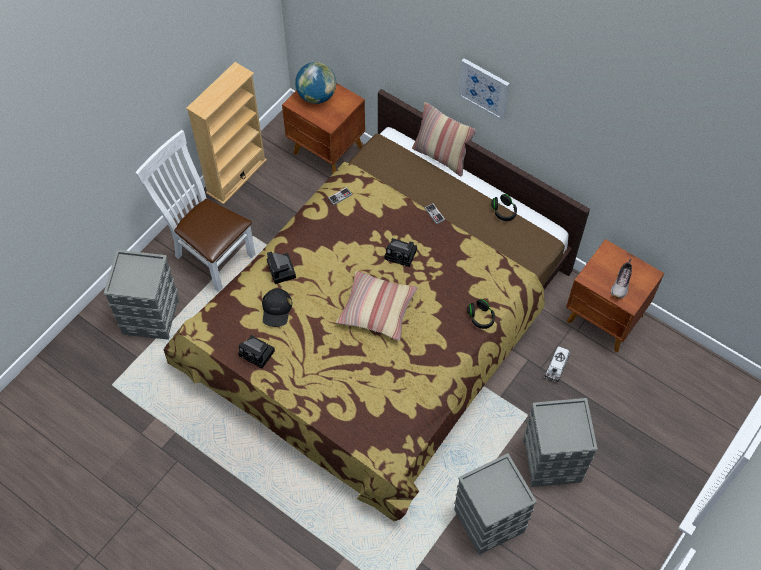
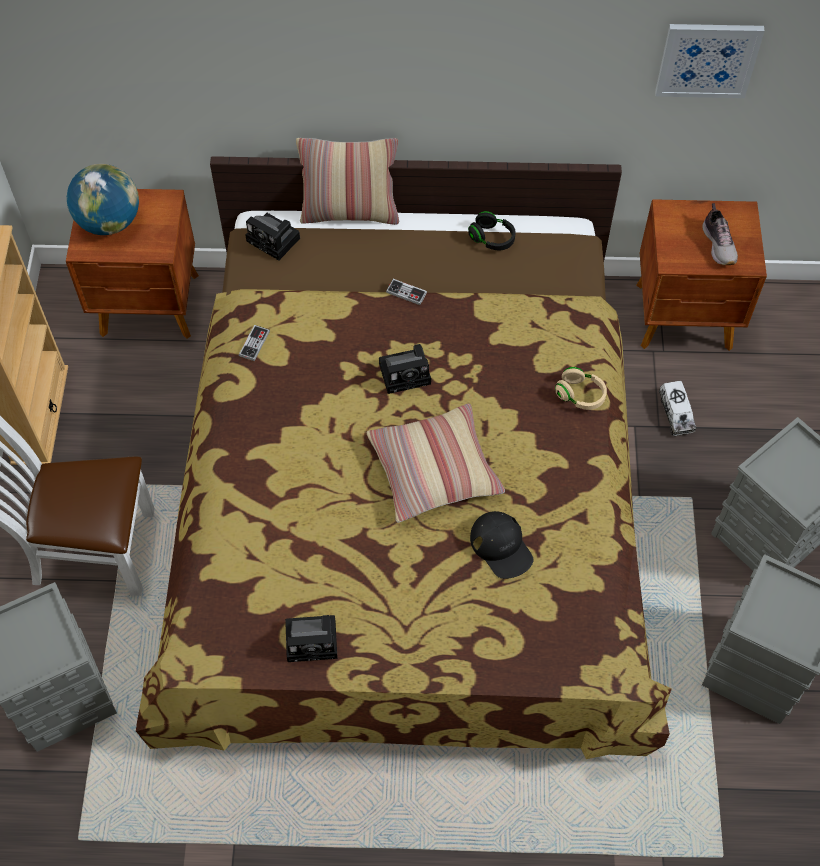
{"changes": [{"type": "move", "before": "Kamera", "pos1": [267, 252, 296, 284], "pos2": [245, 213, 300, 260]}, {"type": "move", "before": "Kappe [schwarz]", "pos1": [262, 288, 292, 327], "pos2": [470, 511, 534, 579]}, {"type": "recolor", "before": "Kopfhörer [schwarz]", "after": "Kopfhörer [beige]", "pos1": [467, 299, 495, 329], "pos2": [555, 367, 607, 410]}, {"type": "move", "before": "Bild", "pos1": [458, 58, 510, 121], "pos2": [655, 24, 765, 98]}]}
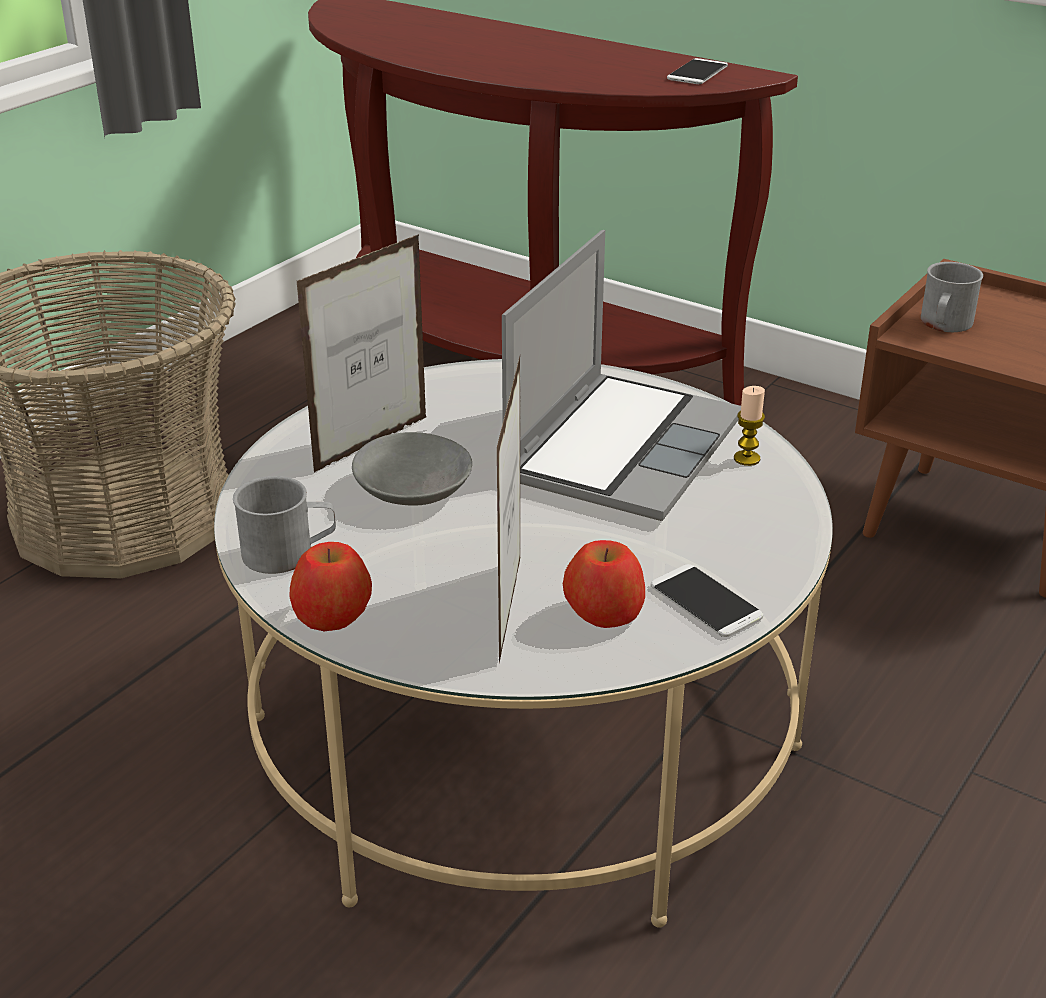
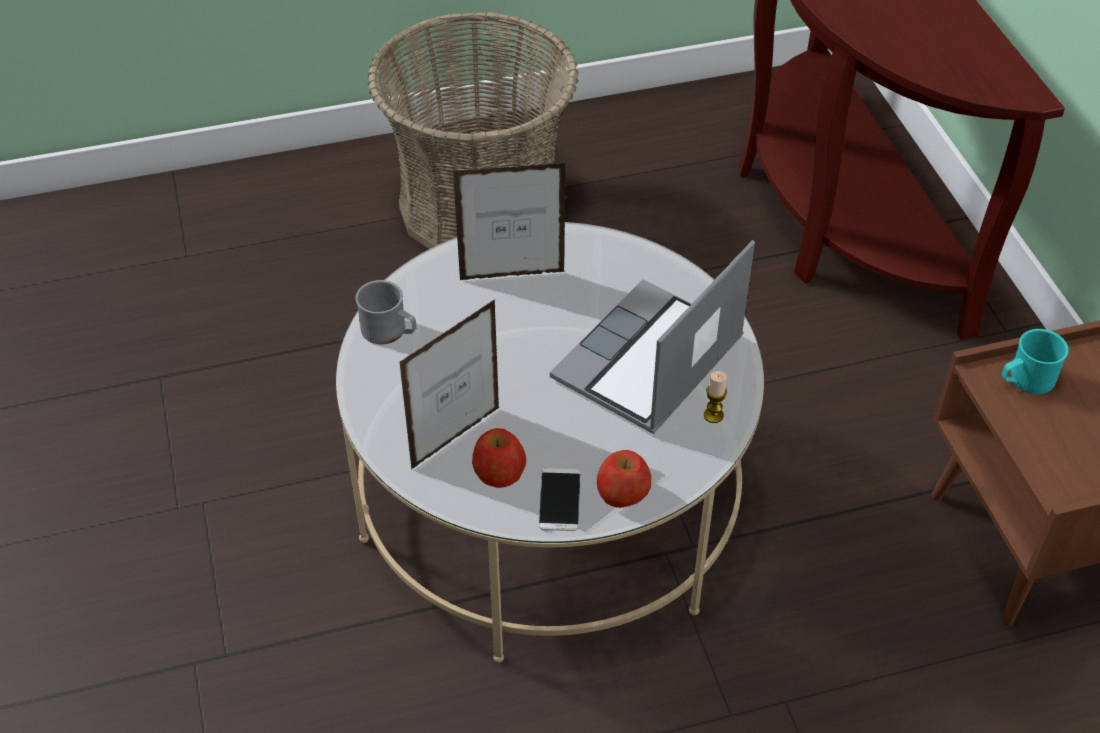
{"changes": [{"type": "rotate", "before": "Laptop", "pos1": [502, 230, 741, 521], "pos2": [550, 240, 755, 434], "turn": 150}, {"type": "move", "before": "Apfel", "pos1": [290, 542, 372, 631], "pos2": [597, 450, 651, 508]}, {"type": "recolor", "before": "Henkelbecher [grau]", "after": "Henkelbecher [türkis]", "pos1": [921, 262, 983, 332], "pos2": [1001, 329, 1069, 394]}, {"type": "delete", "before": "Schüssel [grau]", "pos1": [352, 432, 472, 506]}, {"type": "delete", "before": "Handy", "pos1": [667, 58, 728, 84]}]}
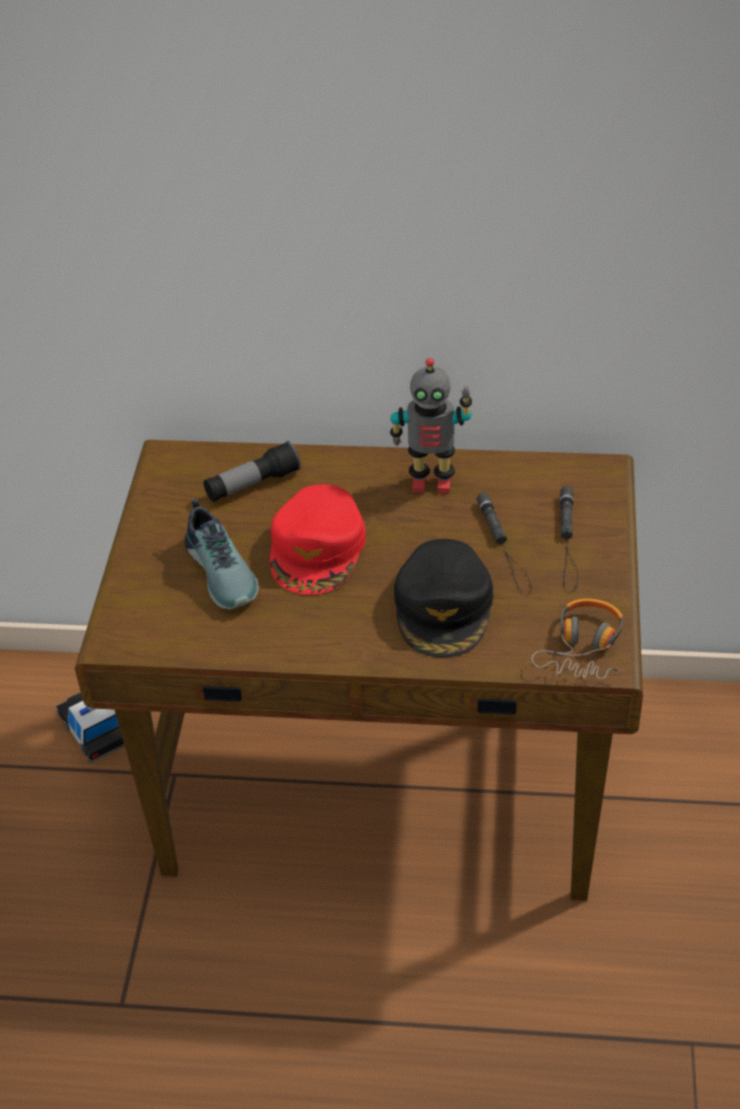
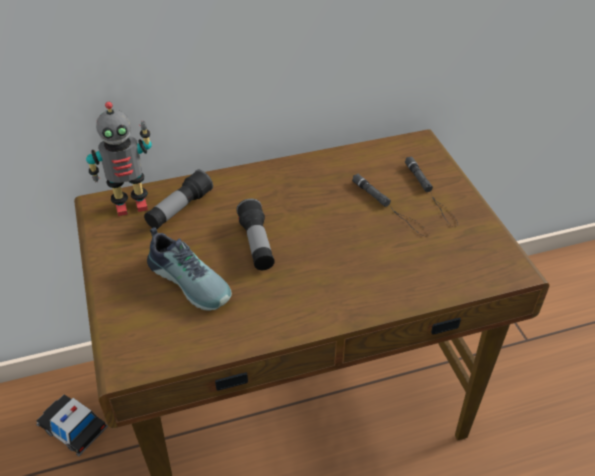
{"changes": [{"type": "move", "before": "Spielzeugroboter", "pos1": [390, 358, 472, 493], "pos2": [86, 102, 152, 216]}, {"type": "replace", "before": "Kappe [rot]", "after": "Taschenlampe", "pos1": [270, 484, 366, 595], "pos2": [236, 199, 275, 270]}, {"type": "delete", "before": "Kappe [schwarz]", "pos1": [394, 539, 493, 658]}, {"type": "delete", "before": "Kopfhörer", "pos1": [532, 598, 624, 679]}]}
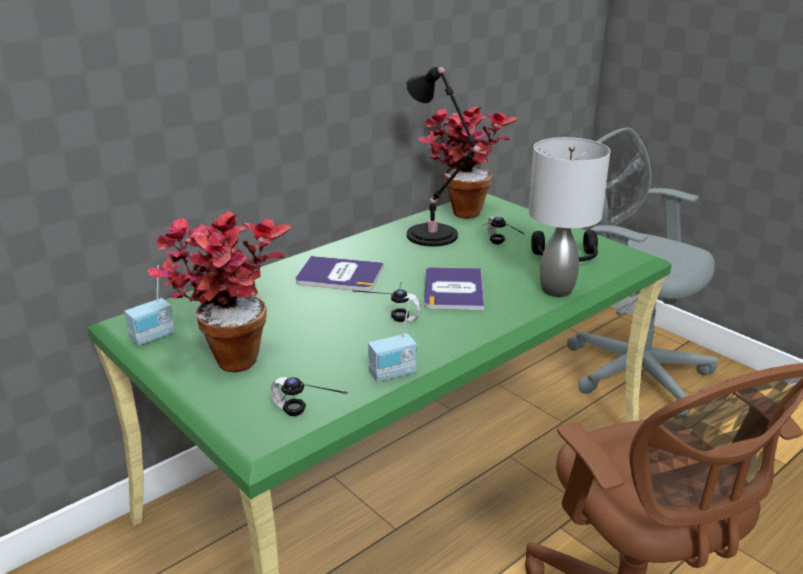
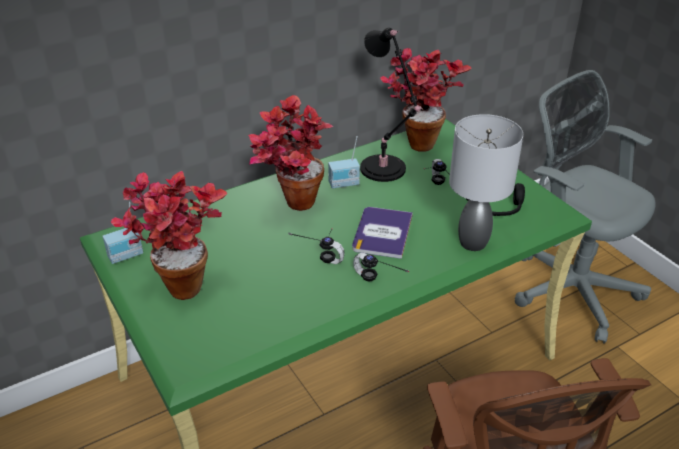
{"changes": [{"type": "replace", "before": "Buch", "after": "Topfpflanze", "pos1": [296, 256, 384, 291], "pos2": [248, 95, 333, 211]}, {"type": "move", "before": "Radio", "pos1": [368, 299, 417, 382], "pos2": [328, 136, 360, 188]}, {"type": "move", "before": "Kopfhörer", "pos1": [271, 377, 348, 416], "pos2": [353, 252, 409, 282]}]}
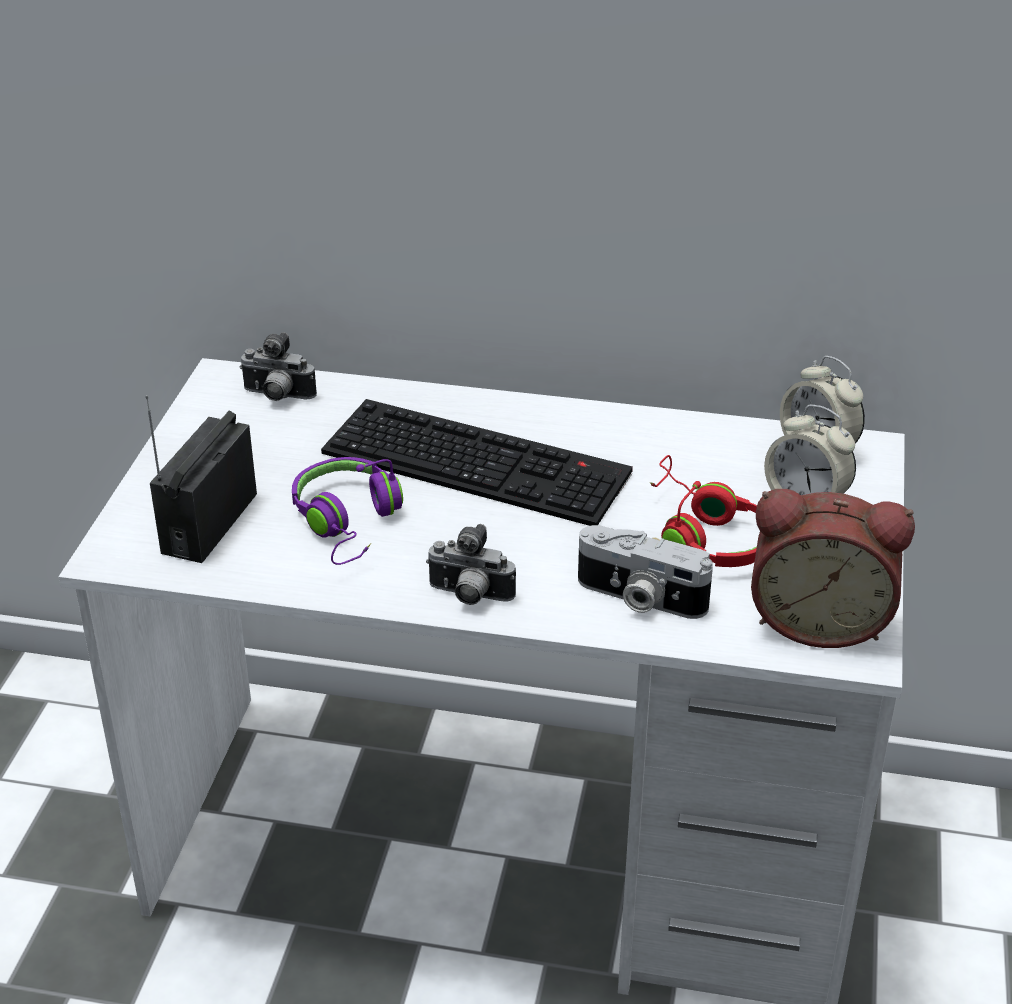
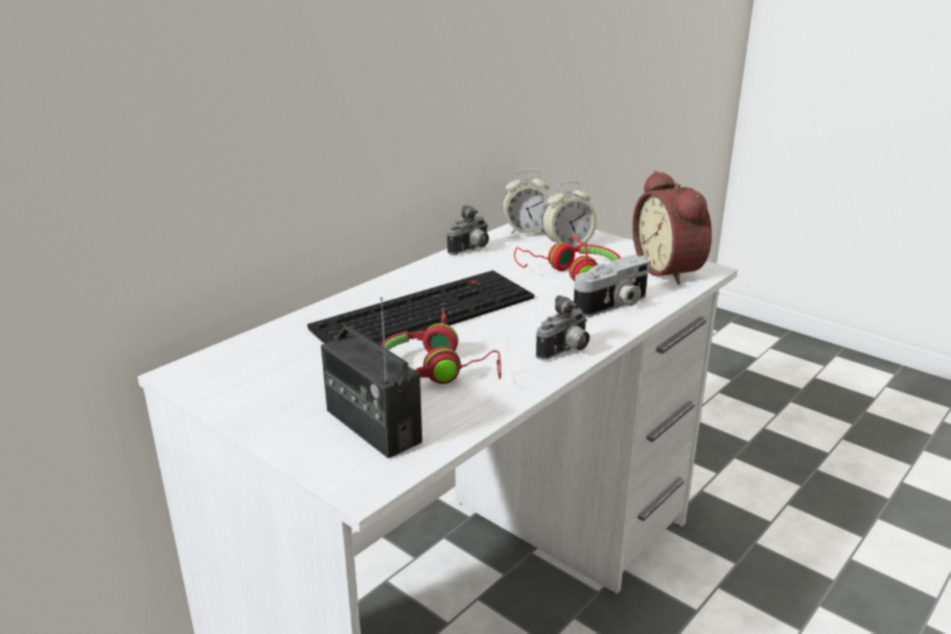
{"changes": [{"type": "recolor", "before": "Kopfhörer [lila]", "after": "Kopfhörer [rot]", "pos1": [292, 457, 403, 565], "pos2": [381, 309, 501, 384]}, {"type": "move", "before": "Kamera", "pos1": [240, 332, 317, 401], "pos2": [447, 205, 489, 255]}, {"type": "rotate", "before": "Wecker", "pos1": [751, 489, 915, 648], "pos2": [632, 170, 712, 285], "turn": 120}]}
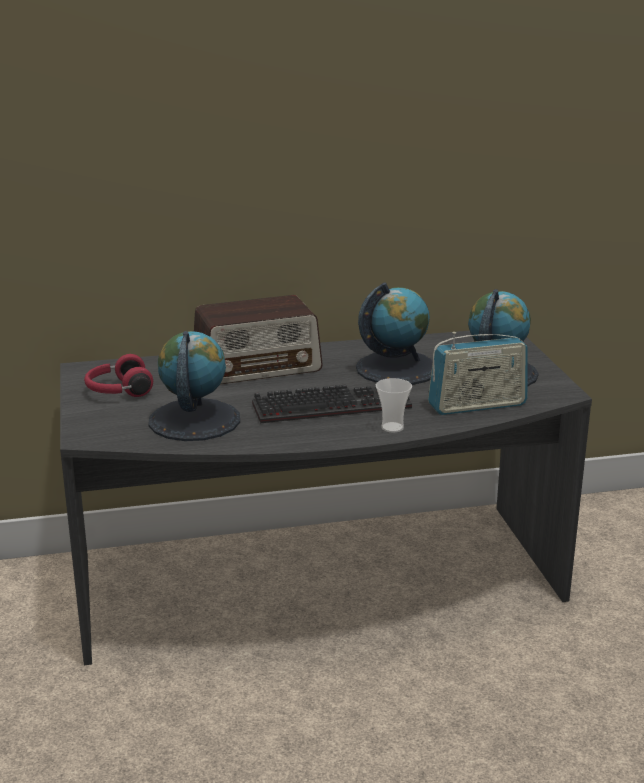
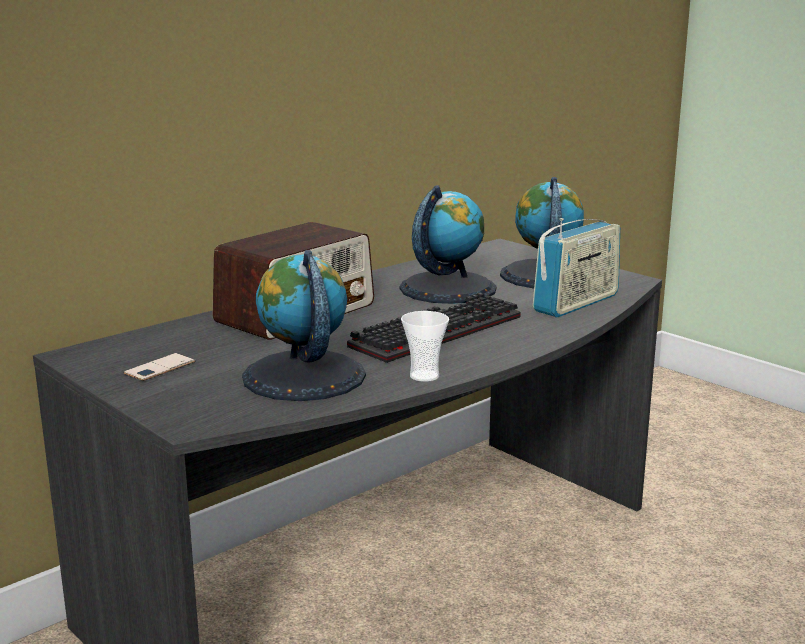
{"changes": [{"type": "replace", "before": "Kopfhörer [rot]", "after": "Handy", "pos1": [84, 354, 153, 397], "pos2": [124, 353, 196, 381]}, {"type": "move", "before": "Tasse", "pos1": [376, 378, 412, 433], "pos2": [401, 311, 449, 382]}]}
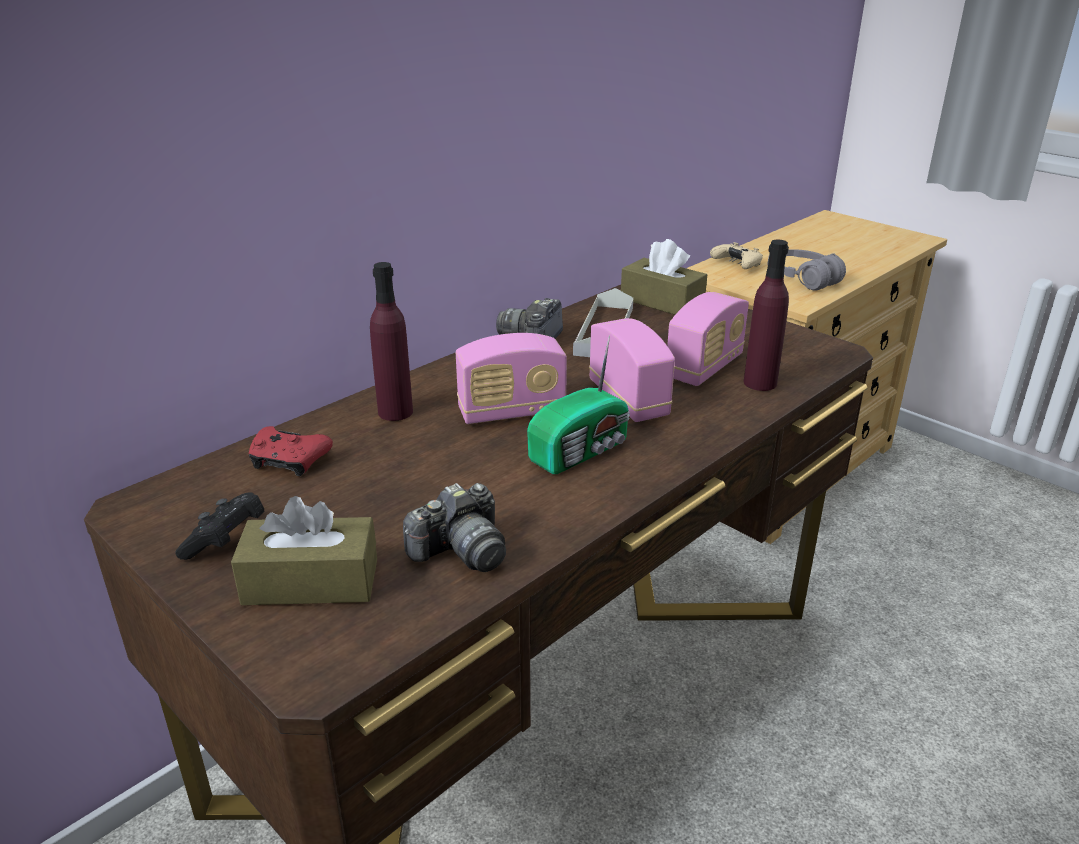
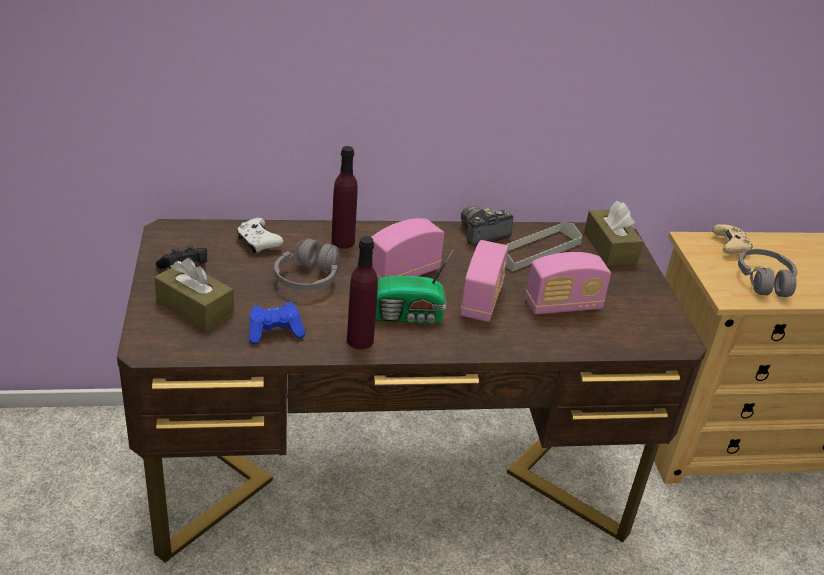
{"changes": [{"type": "recolor", "before": "Gamepad [rot]", "after": "Gamepad [weiß]", "pos1": [248, 426, 333, 476], "pos2": [237, 218, 284, 254]}, {"type": "replace", "before": "Kamera", "after": "Gamepad [blau]", "pos1": [403, 483, 506, 572], "pos2": [249, 302, 306, 344]}, {"type": "insert", "after": "Kopfhörer [grau]", "pos2": [274, 238, 340, 290]}, {"type": "move", "before": "Flasche [lila]", "pos1": [744, 240, 789, 391], "pos2": [347, 236, 378, 349]}, {"type": "rotate", "before": "Radio", "pos1": [456, 333, 567, 424], "pos2": [371, 218, 444, 279], "turn": 120}]}
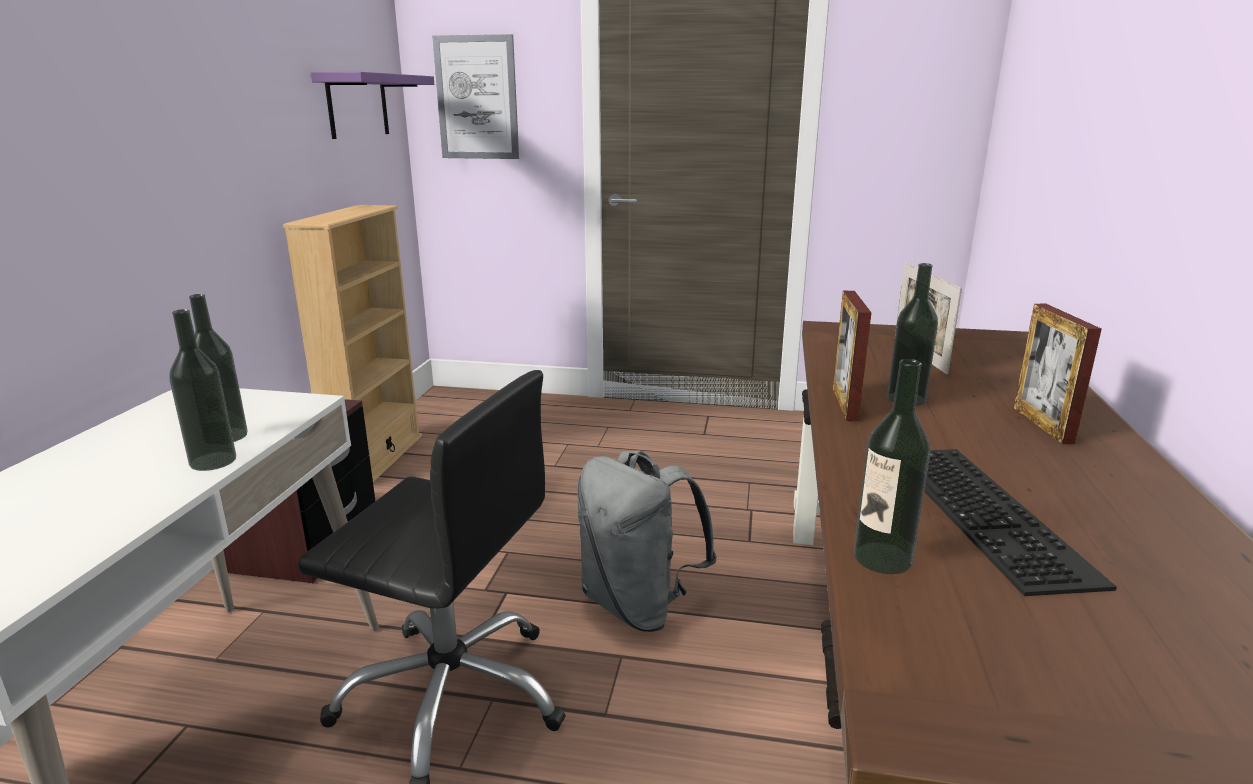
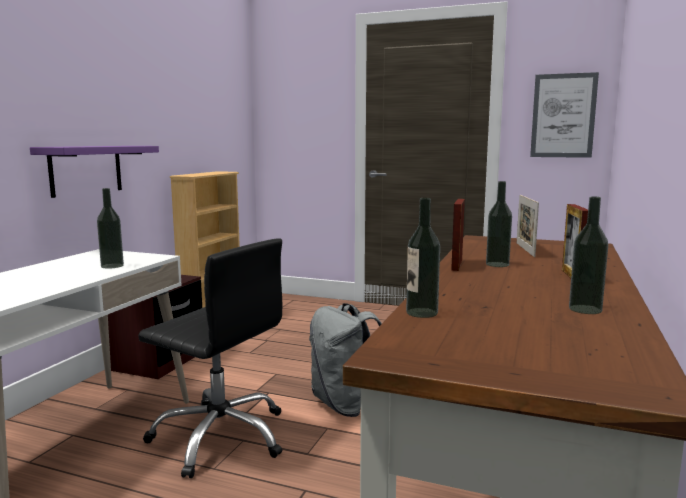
{"changes": [{"type": "move", "before": "Wandregal [lila]", "pos1": [311, 72, 434, 139], "pos2": [30, 146, 159, 198]}, {"type": "move", "before": "Bild", "pos1": [432, 34, 519, 159], "pos2": [530, 72, 599, 158]}, {"type": "move", "before": "Flasche", "pos1": [169, 309, 236, 471], "pos2": [569, 196, 608, 314]}, {"type": "delete", "before": "Tastatur", "pos1": [924, 449, 1117, 596]}]}
